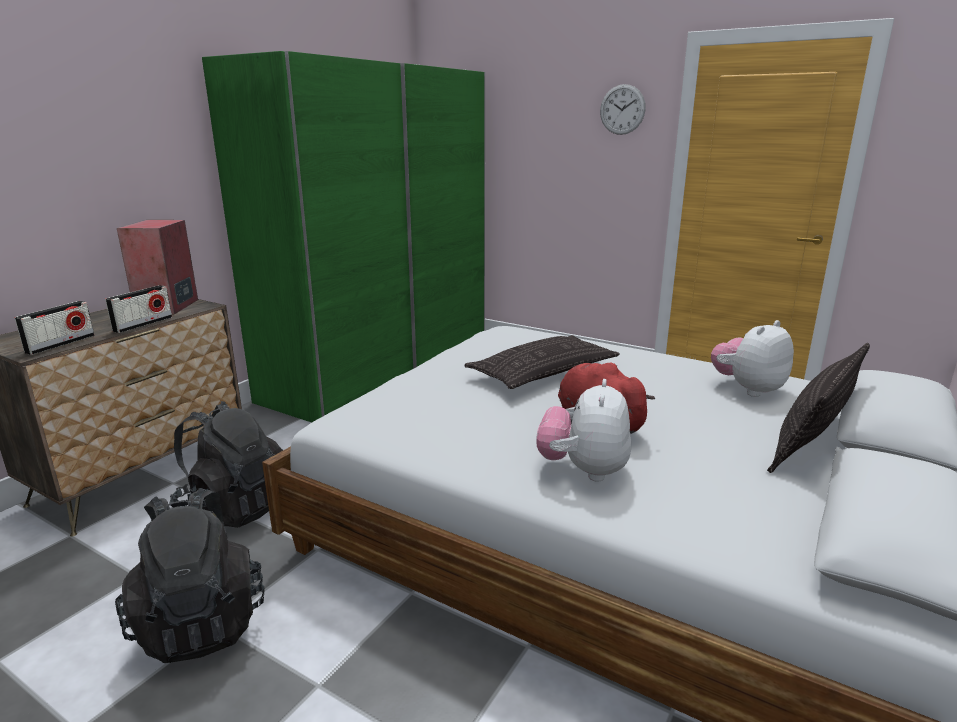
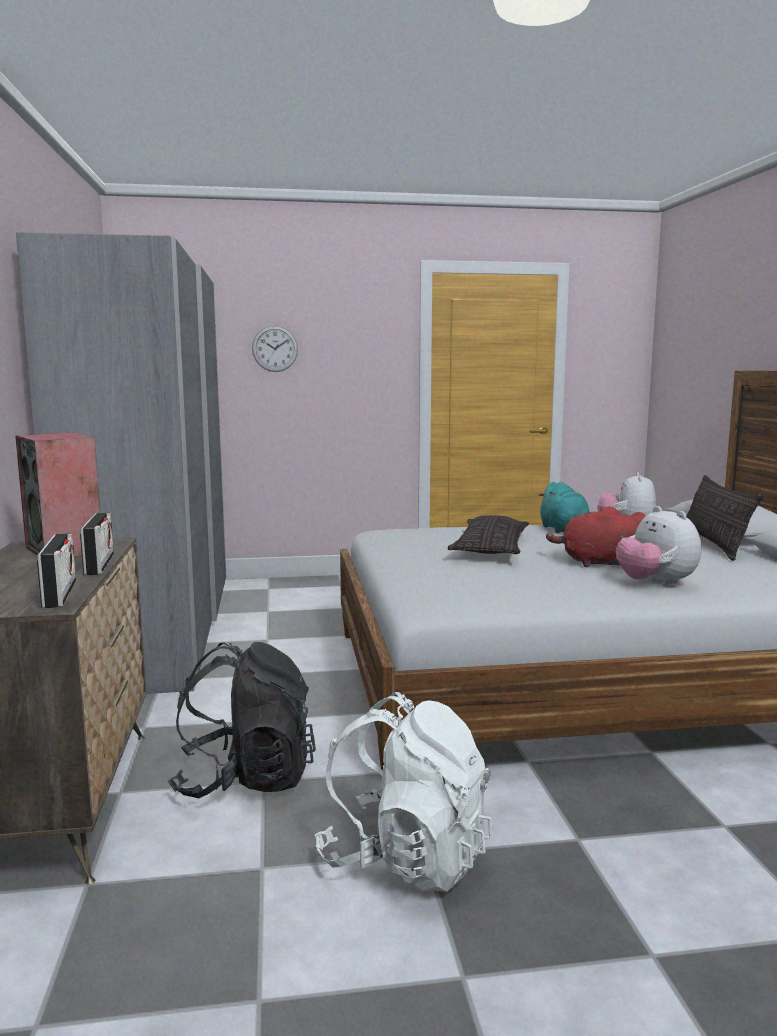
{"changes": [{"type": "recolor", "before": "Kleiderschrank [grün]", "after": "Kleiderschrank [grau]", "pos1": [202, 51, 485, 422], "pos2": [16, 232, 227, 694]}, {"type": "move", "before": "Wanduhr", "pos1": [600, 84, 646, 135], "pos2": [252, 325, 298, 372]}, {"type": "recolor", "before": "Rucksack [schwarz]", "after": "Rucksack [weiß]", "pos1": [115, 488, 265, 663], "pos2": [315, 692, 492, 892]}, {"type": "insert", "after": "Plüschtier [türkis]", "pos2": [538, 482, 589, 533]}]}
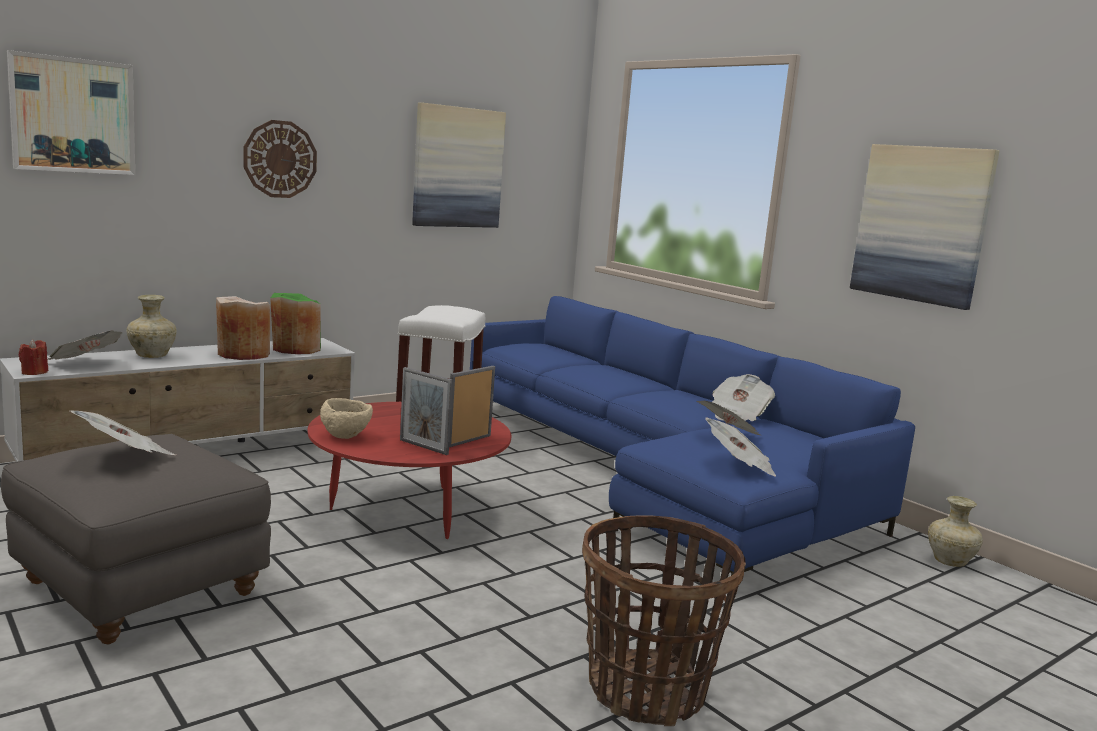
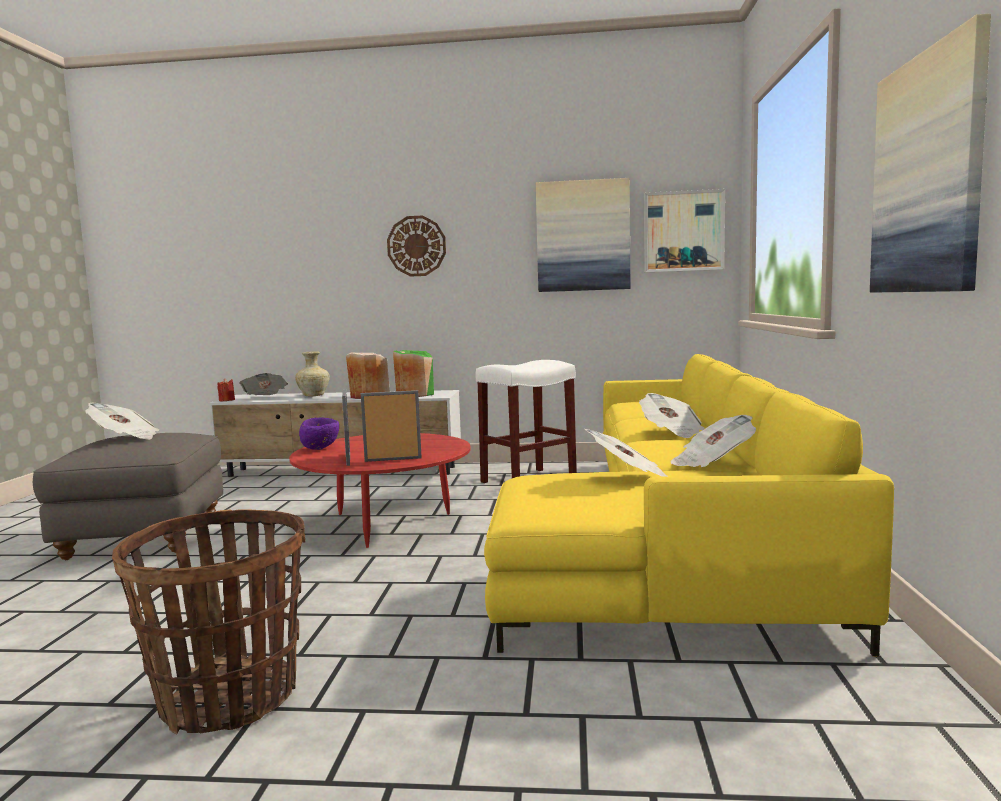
{"changes": [{"type": "recolor", "before": "Schüssel [beige]", "after": "Schüssel [lila]", "pos1": [320, 398, 373, 439], "pos2": [299, 418, 339, 450]}, {"type": "recolor", "before": "Sofa [blau]", "after": "Sofa [gelb]", "pos1": [470, 296, 915, 576], "pos2": [484, 354, 894, 657]}, {"type": "move", "before": "Zeitung", "pos1": [705, 417, 777, 477], "pos2": [639, 393, 705, 438]}, {"type": "move", "before": "Bild", "pos1": [7, 50, 135, 175], "pos2": [644, 189, 725, 272]}, {"type": "delete", "before": "Vase [beige]", "pos1": [928, 496, 983, 567]}]}
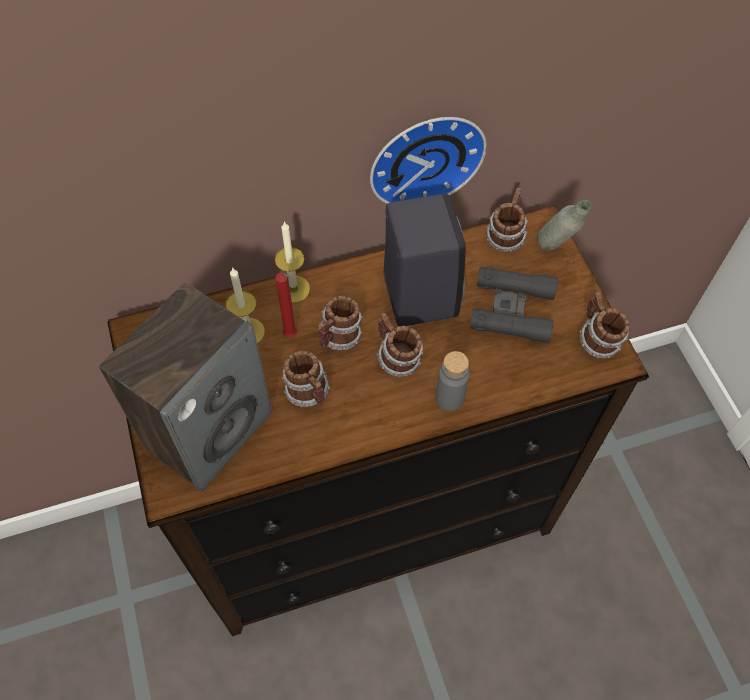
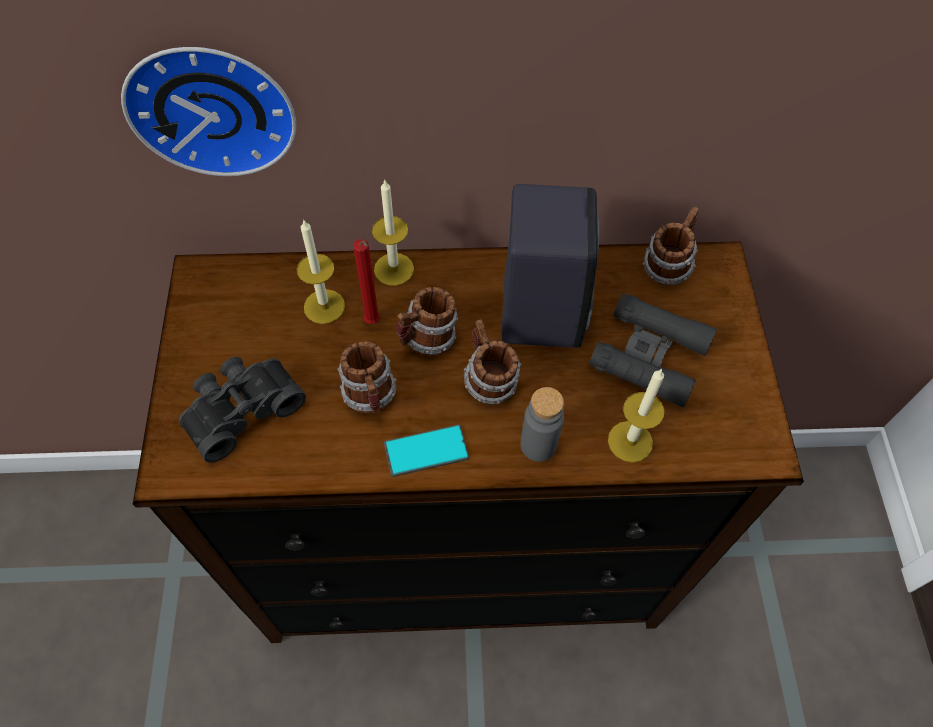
{"changes": [{"type": "move", "before": "Wanduhr", "pos1": [370, 117, 487, 204], "pos2": [121, 47, 296, 176]}, {"type": "replace", "before": "Lautsprecher", "after": "Fernglas [schwarz]", "pos1": [99, 283, 272, 492], "pos2": [179, 357, 306, 463]}, {"type": "insert", "after": "Handy", "pos2": [384, 424, 469, 477]}, {"type": "insert", "after": "Kerze", "pos2": [608, 369, 664, 463]}, {"type": "delete", "before": "Flasche [grau]", "pos1": [537, 200, 591, 251]}, {"type": "delete", "before": "Henkelbecher", "pos1": [579, 292, 630, 359]}]}
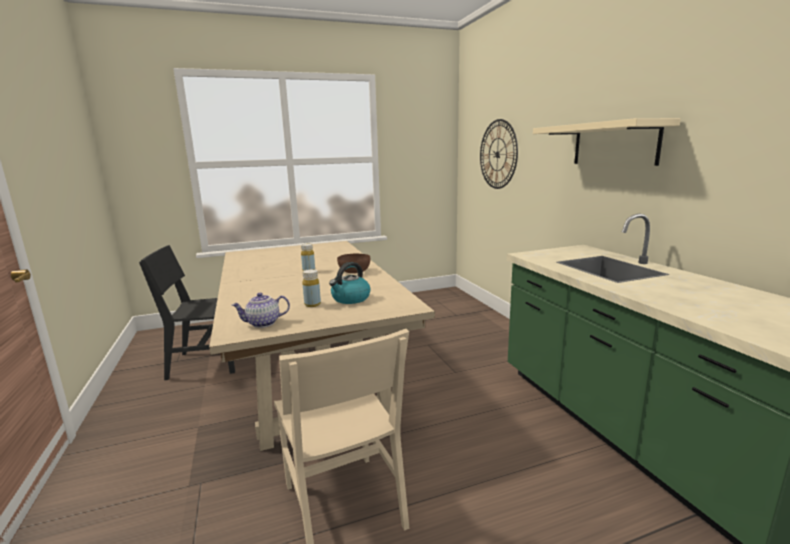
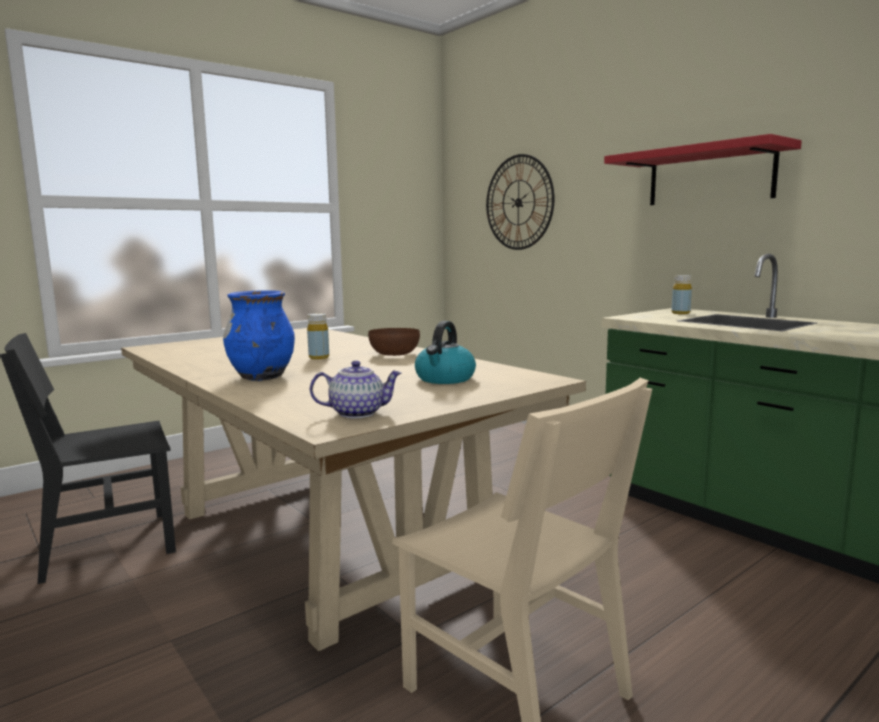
{"changes": [{"type": "insert", "after": "Vase [blau]", "pos2": [223, 290, 295, 381]}, {"type": "rotate", "before": "Teekanne", "pos1": [232, 293, 290, 328], "pos2": [310, 360, 402, 418], "turn": -150}, {"type": "recolor", "before": "Wandregal [beige]", "after": "Wandregal [rot]", "pos1": [533, 118, 681, 166], "pos2": [604, 134, 802, 205]}, {"type": "move", "before": "Flasche [gelb]", "pos1": [302, 269, 321, 307], "pos2": [672, 275, 692, 314]}]}
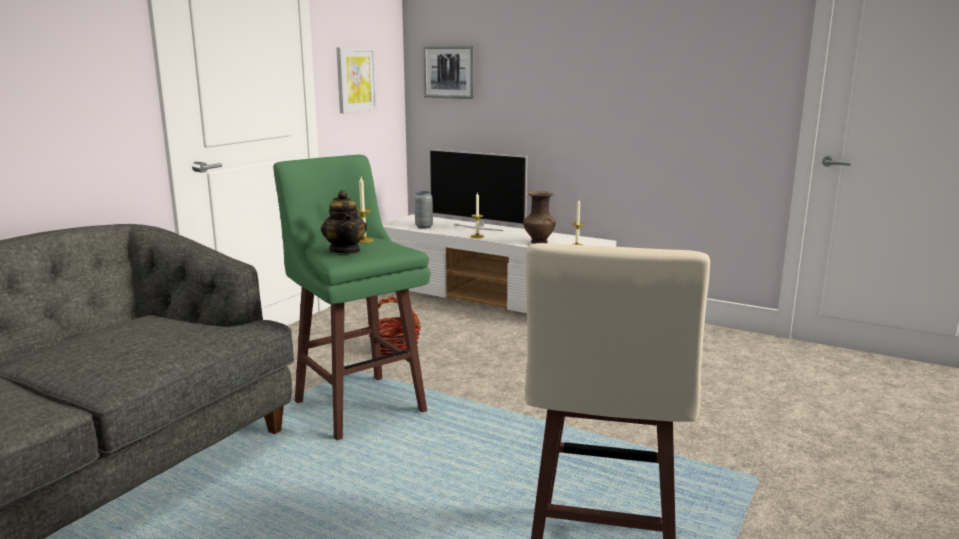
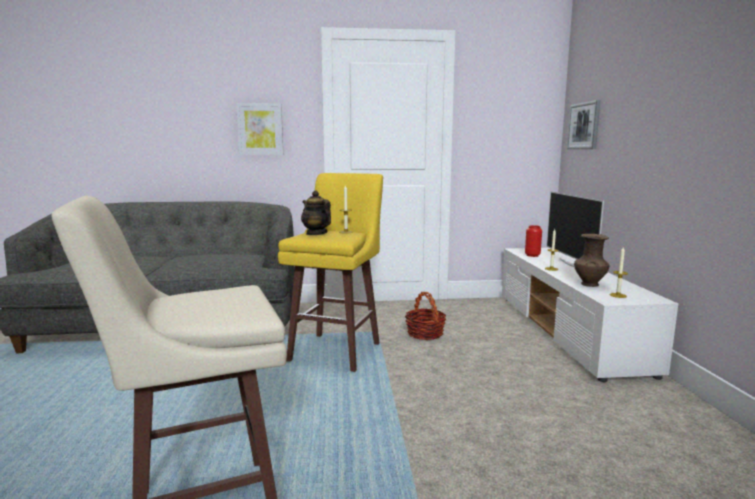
{"changes": [{"type": "move", "before": "Bild", "pos1": [337, 47, 377, 113], "pos2": [236, 103, 283, 155]}, {"type": "recolor", "before": "Hocker [grün]", "after": "Hocker [gelb]", "pos1": [273, 155, 430, 440], "pos2": [278, 173, 383, 372]}, {"type": "rotate", "before": "Teekanne", "pos1": [321, 190, 367, 254], "pos2": [301, 191, 331, 235], "turn": 105}, {"type": "recolor", "before": "Vase [grau]", "after": "Vase [rot]", "pos1": [414, 191, 433, 229], "pos2": [525, 225, 542, 257]}]}
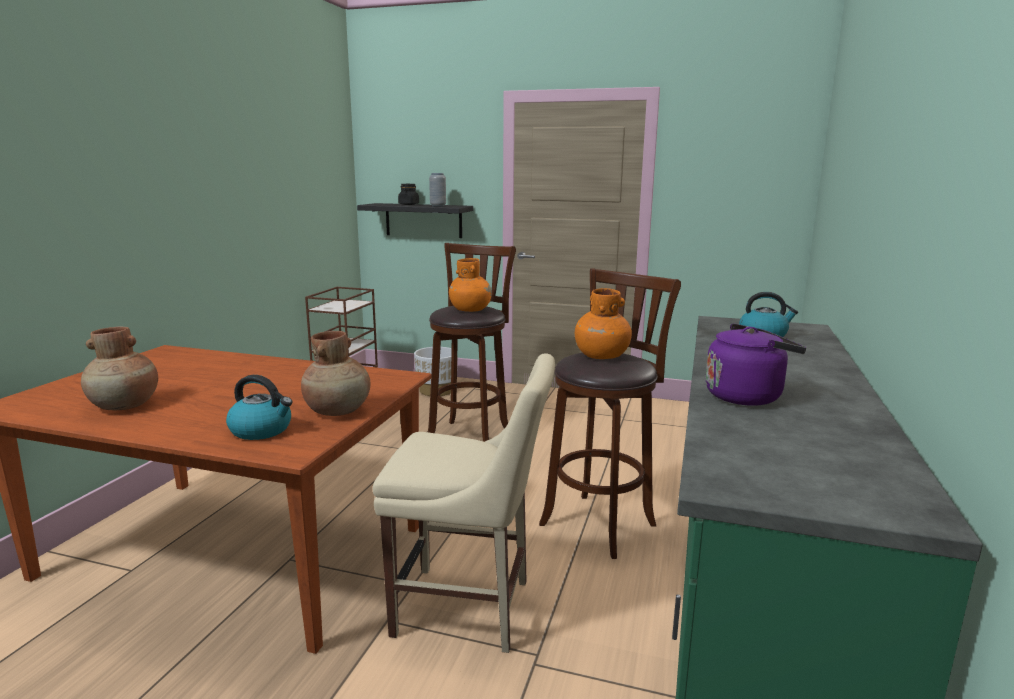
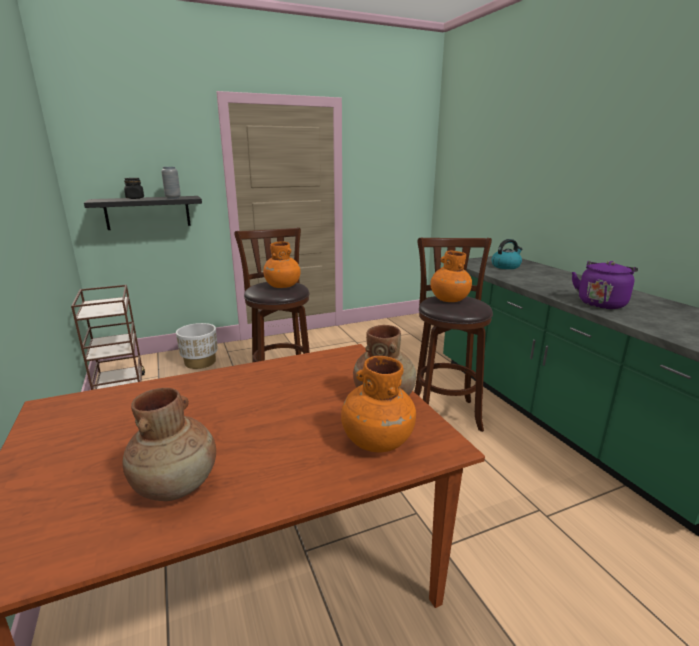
{"changes": [{"type": "replace", "before": "Wasserkessel", "after": "Vase [orange]", "pos1": [226, 375, 293, 440], "pos2": [341, 356, 416, 453]}, {"type": "delete", "before": "Stuhl [beige]", "pos1": [373, 353, 555, 653]}]}
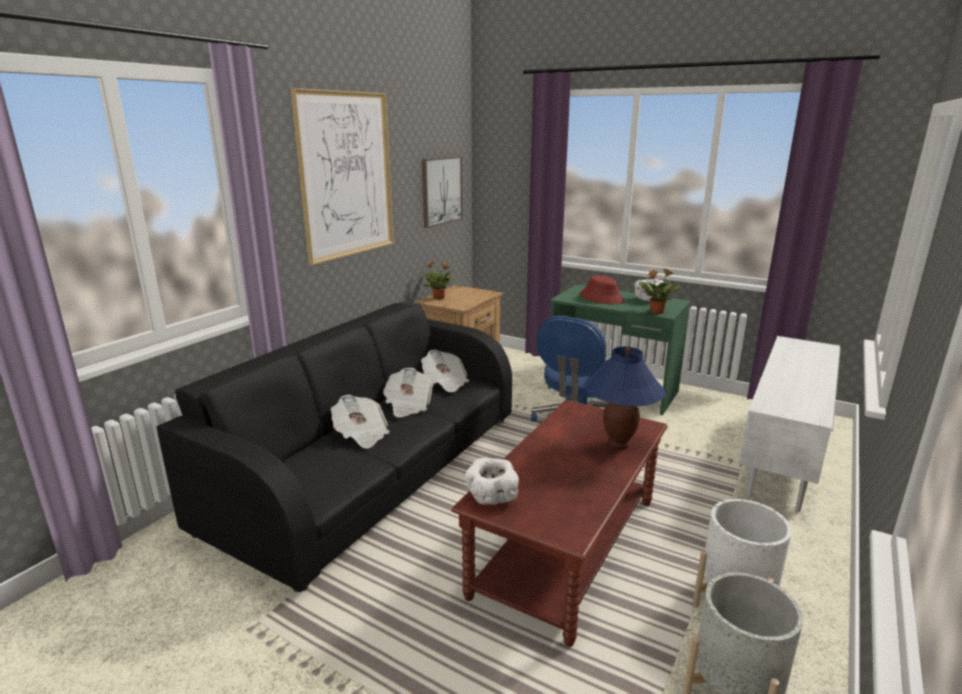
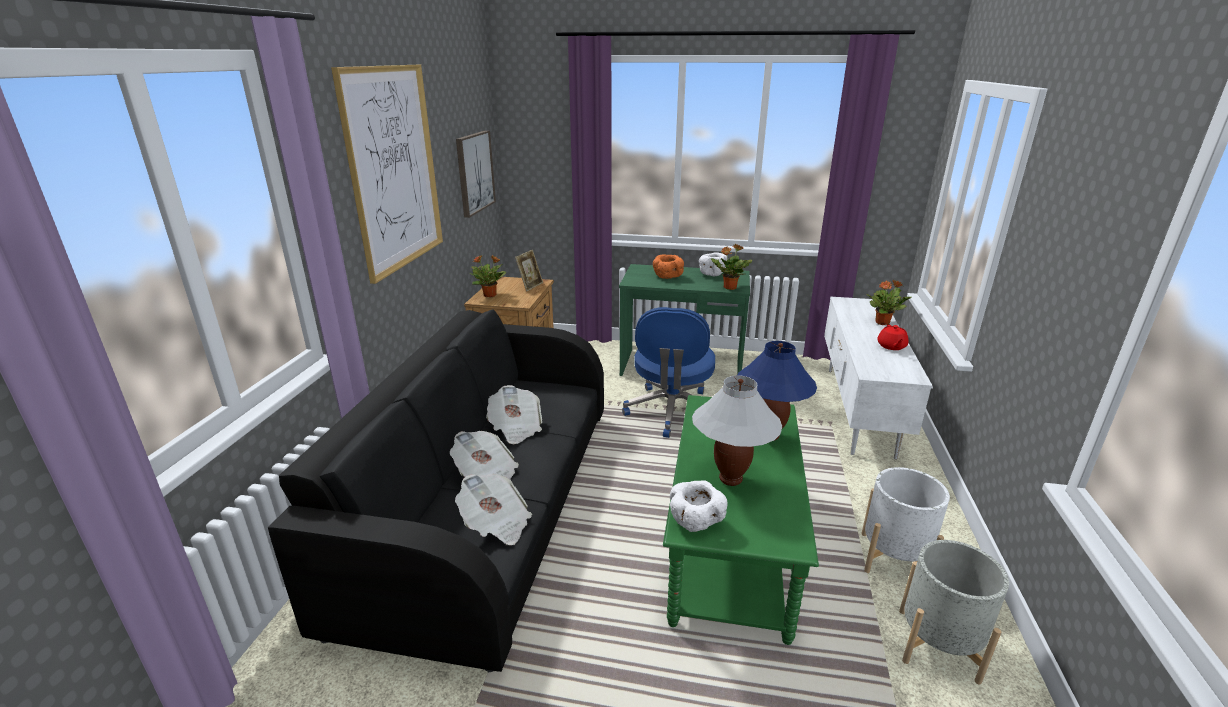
{"changes": [{"type": "move", "before": "Zeitung", "pos1": [421, 350, 469, 393], "pos2": [455, 474, 532, 545]}, {"type": "insert", "after": "Bilderrahmen", "pos2": [515, 250, 543, 292]}, {"type": "replace", "before": "Hut [rot]", "after": "Schüssel [orange]", "pos1": [580, 275, 624, 304], "pos2": [653, 255, 684, 279]}, {"type": "recolor", "before": "Couchtisch [braun]", "after": "Couchtisch [grün]", "pos1": [451, 400, 667, 647], "pos2": [663, 395, 819, 645]}, {"type": "insert", "after": "Tischlampe [weiß]", "pos2": [692, 375, 782, 486]}, {"type": "insert", "after": "Topfpflanze", "pos2": [866, 280, 912, 325]}, {"type": "insert", "after": "Teekanne [rot]", "pos2": [877, 325, 909, 350]}]}
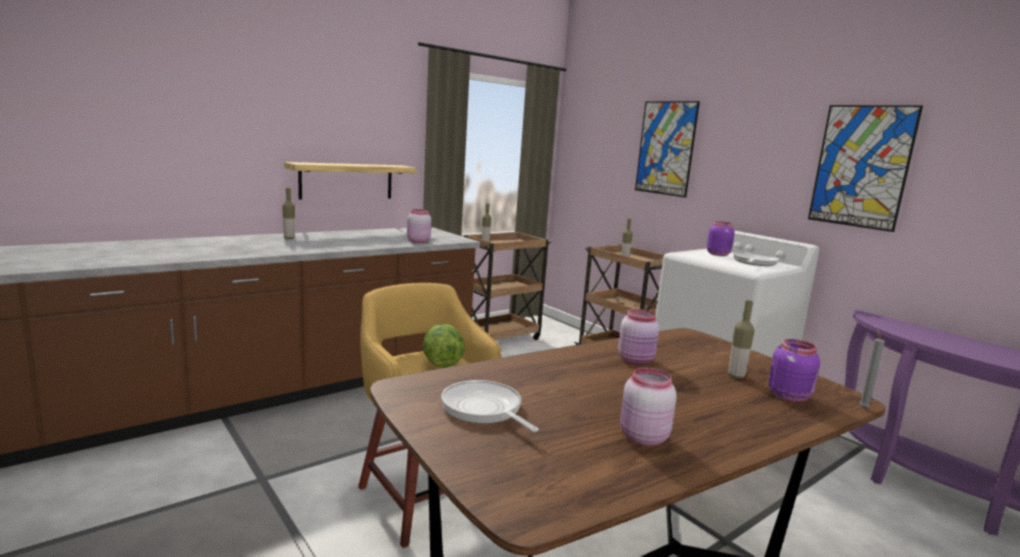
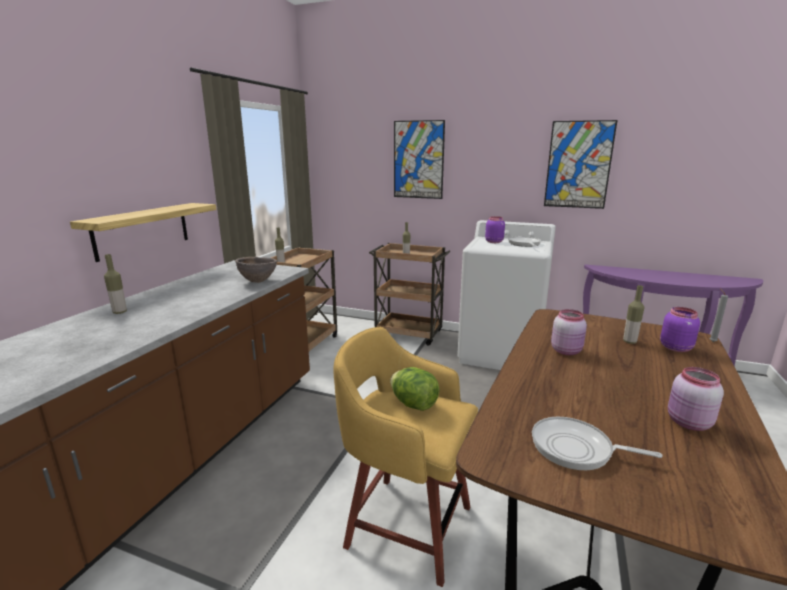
{"changes": [{"type": "replace", "before": "Vorratsglas [rosa]", "after": "Schüssel [braun]", "pos1": [407, 209, 431, 243], "pos2": [235, 257, 277, 283]}]}
